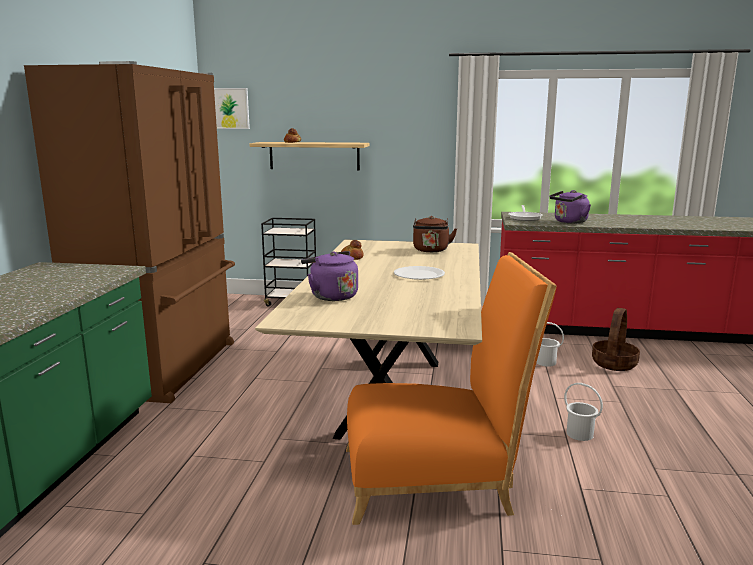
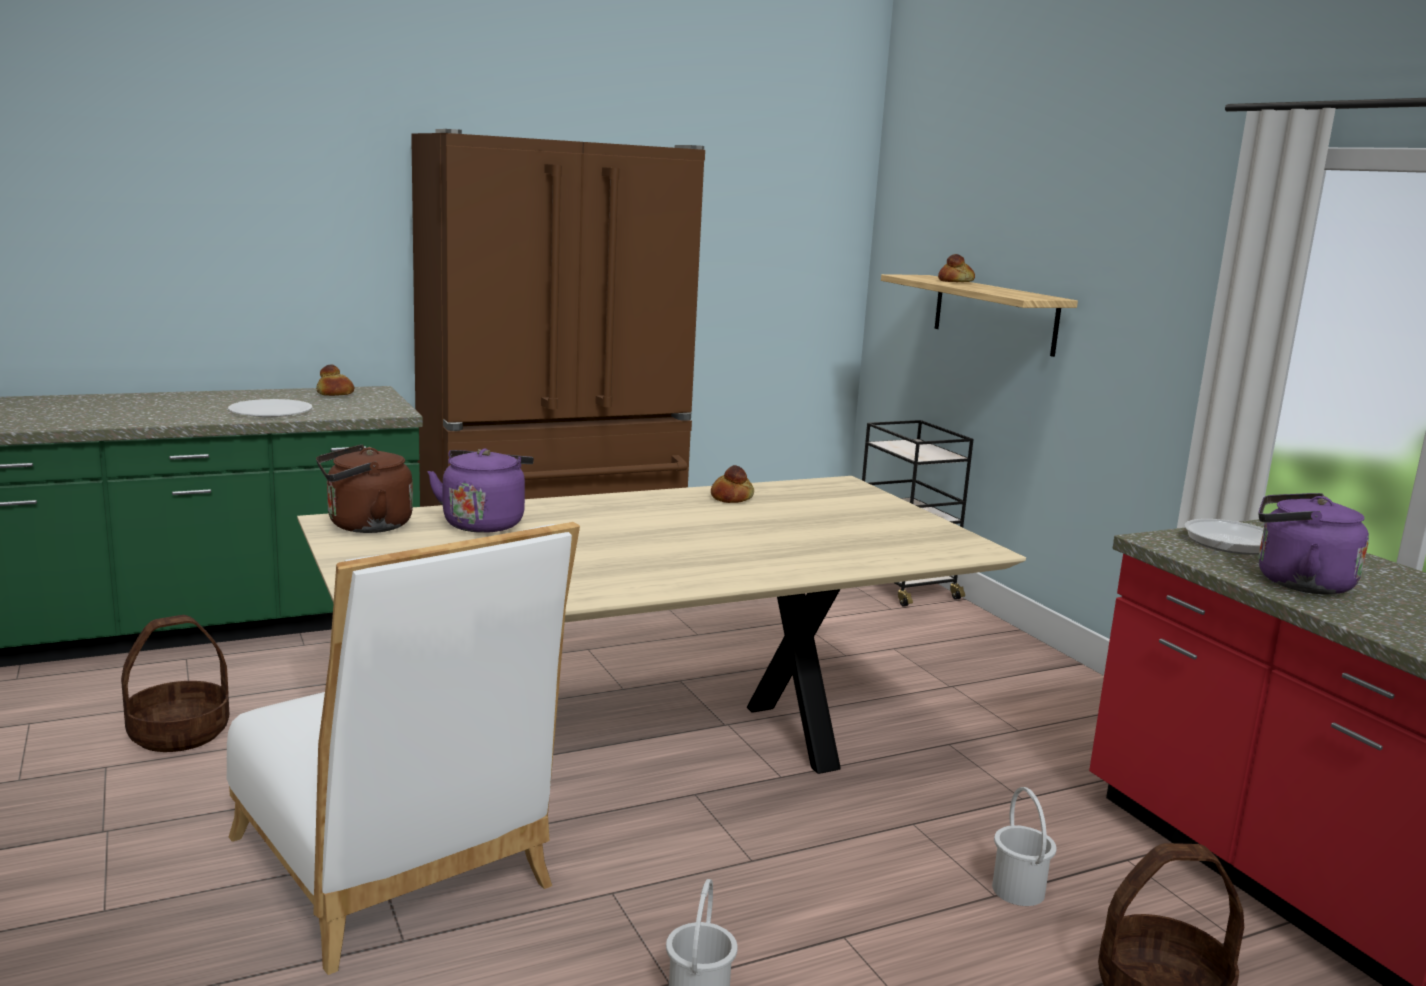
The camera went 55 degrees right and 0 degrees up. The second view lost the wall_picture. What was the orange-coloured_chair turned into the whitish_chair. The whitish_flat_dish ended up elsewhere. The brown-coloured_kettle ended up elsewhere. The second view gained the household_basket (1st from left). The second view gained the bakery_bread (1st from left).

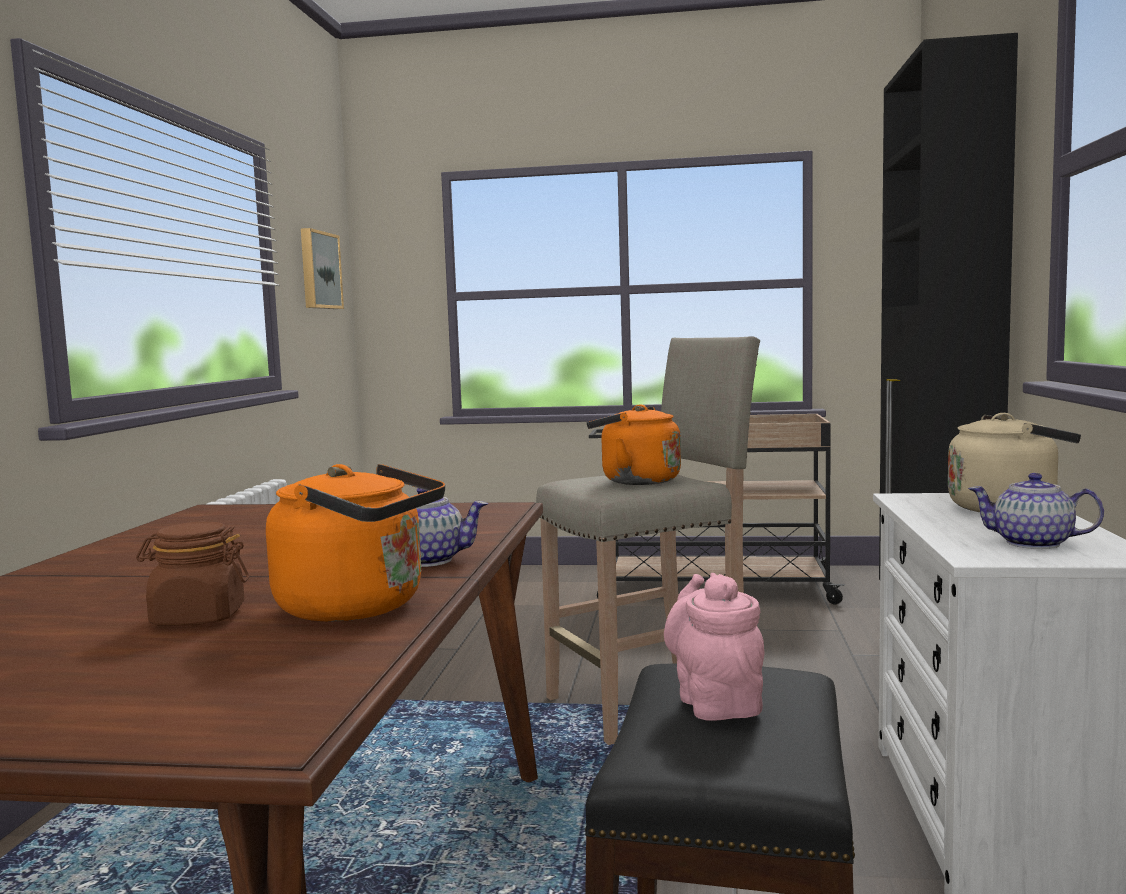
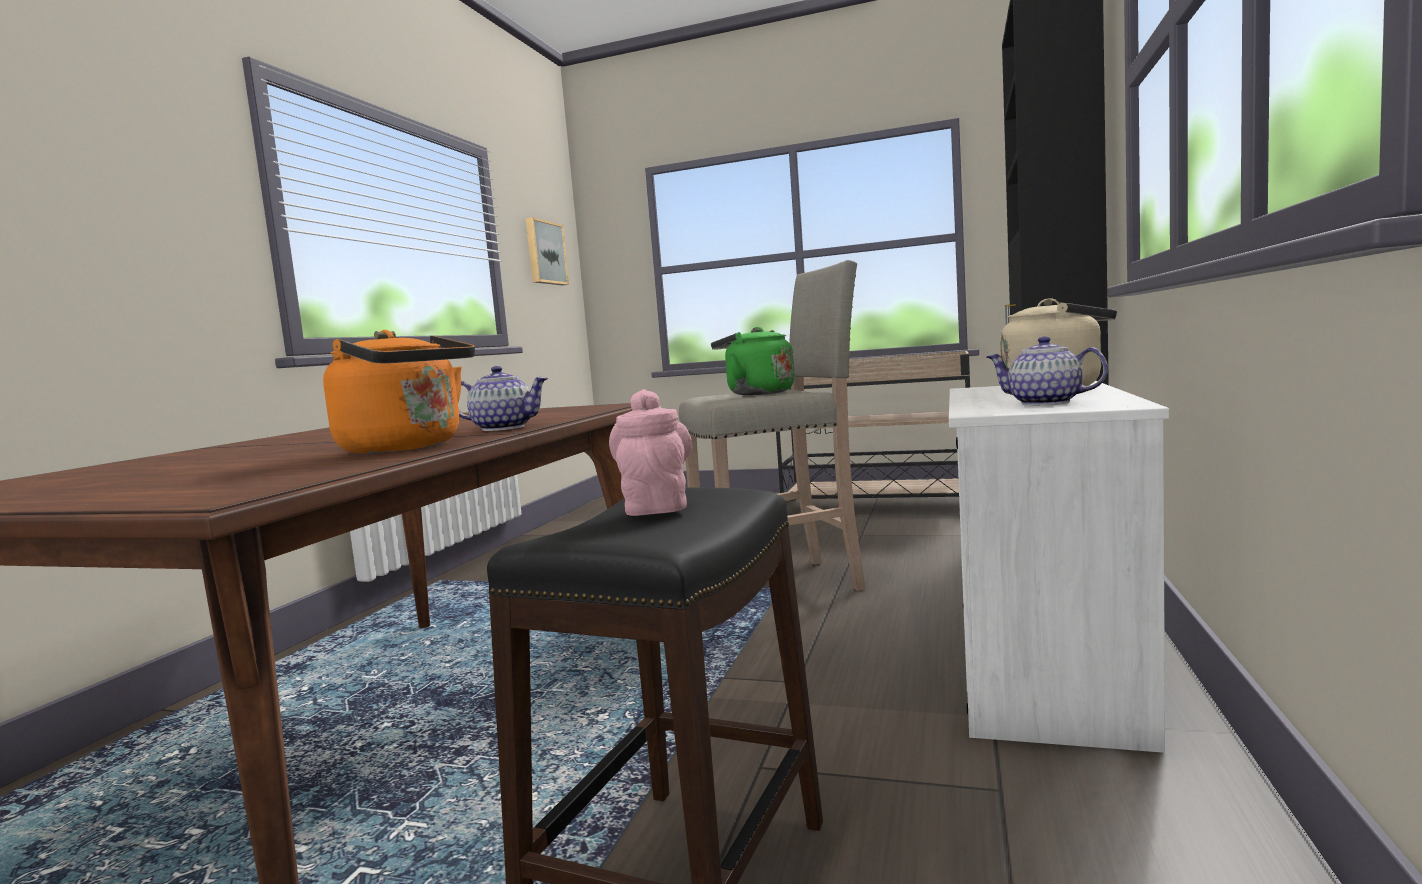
The camera went 10 degrees right and 0 degrees up. The second view lost the brown-coloured_preserve_jar. What was the orange-coloured_kettle (2nd from left) turned into the green_kettle.

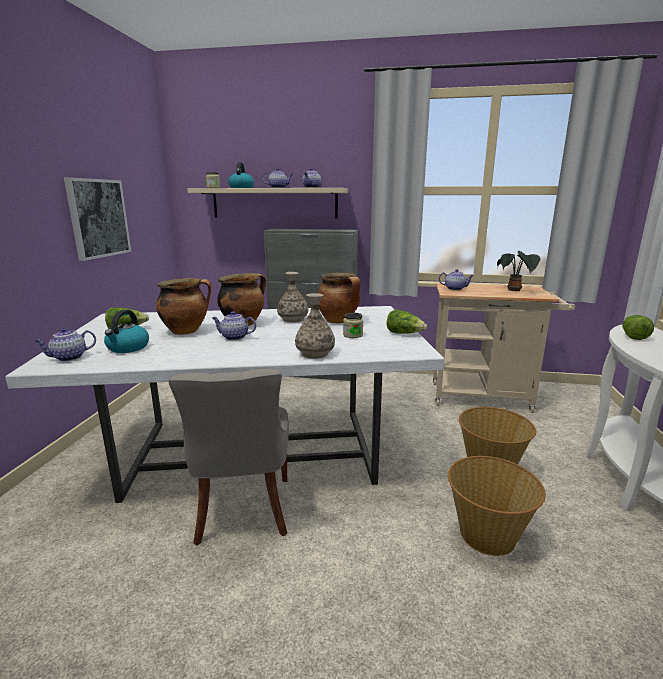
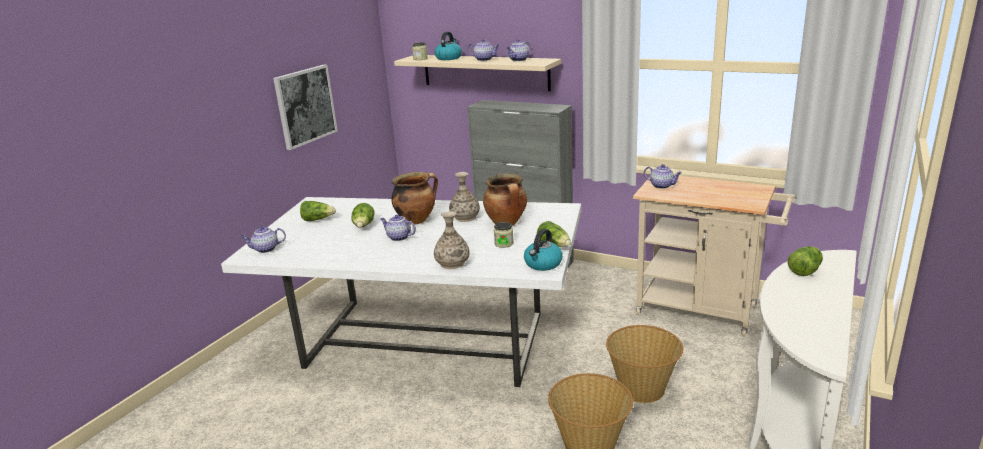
The camera went 20 degrees right and 5 degrees up. The kettle (1st from left in the first image) ended up elsewhere. Where the saucepot (1st from left) stood, the head_of_lettuce (2nd from left) came to stand. The second view lost the greyish_chair. The second view lost the potted_plant.

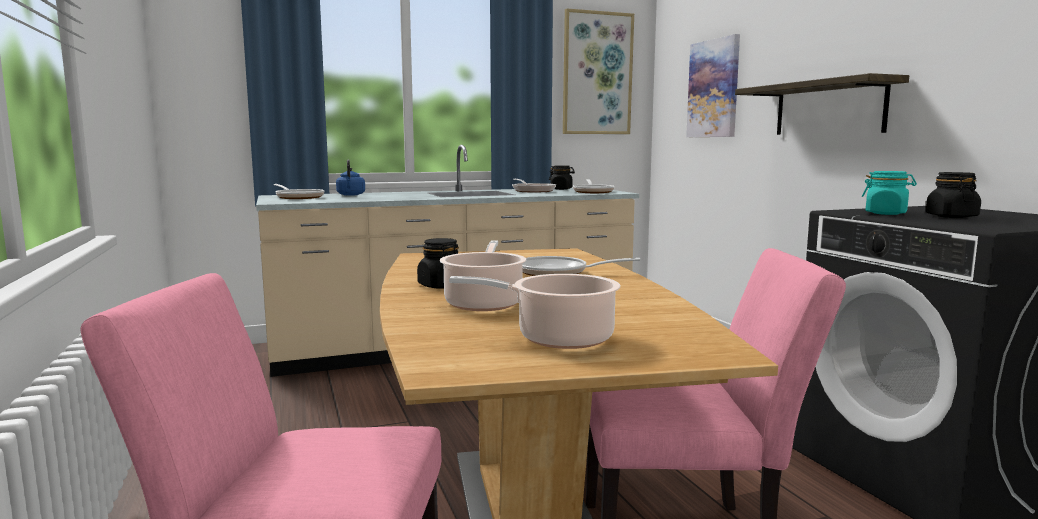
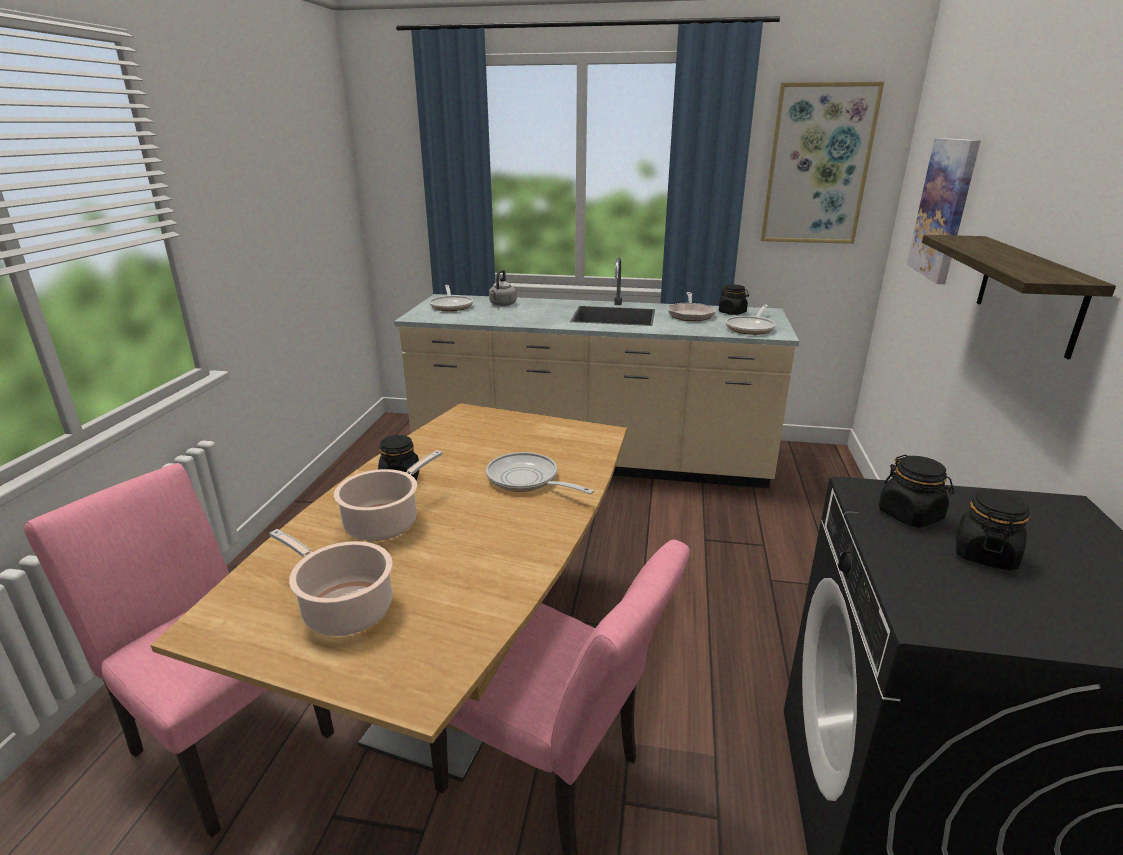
The camera went 30 degrees right and 15 degrees up. What was the blue-coloured_kettle turned into the greyish_kettle. What was the turquoise-coloured_preserve_jar turned into the black-coloured_preserve_jar (3rd from left).

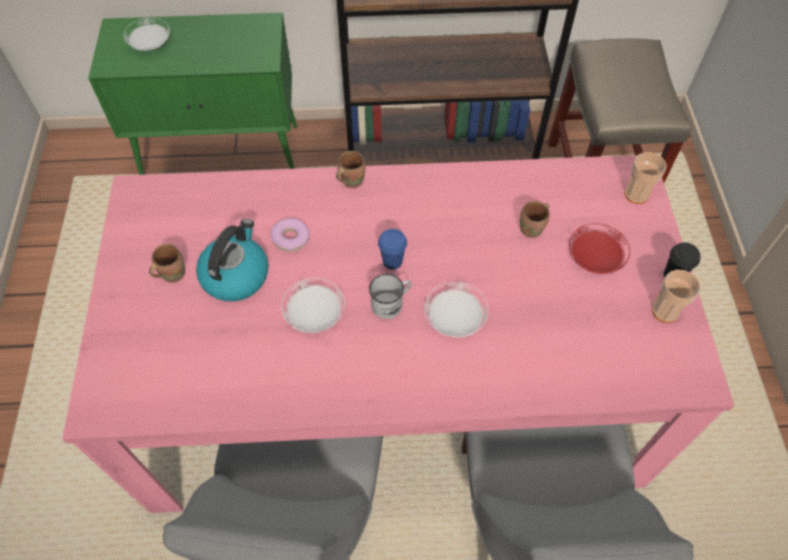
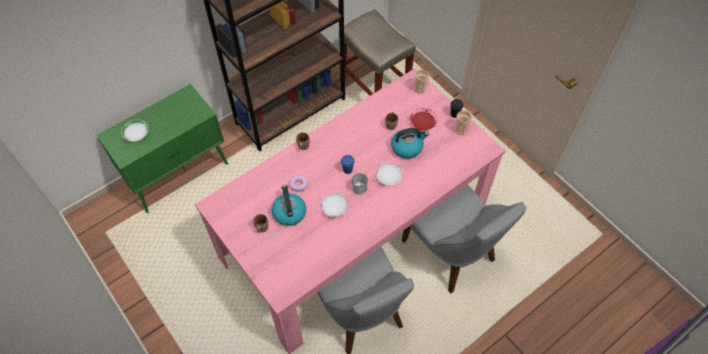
The camera went 35 degrees left and 0 degrees up. The second view gained the kettle (2nd from left).

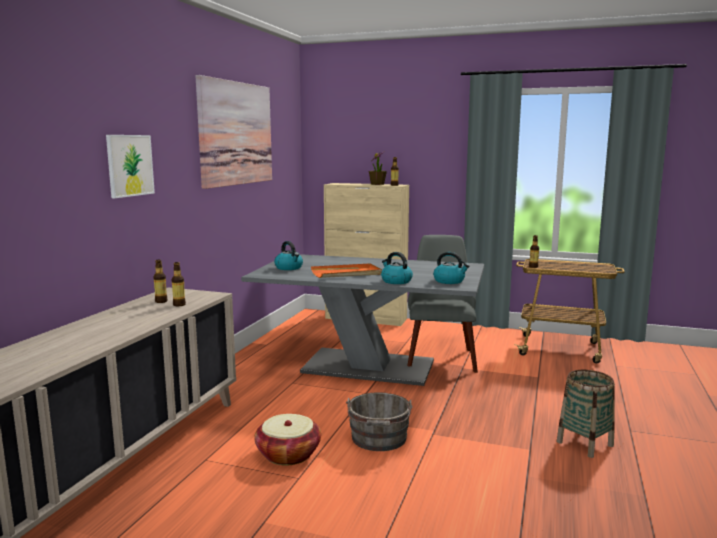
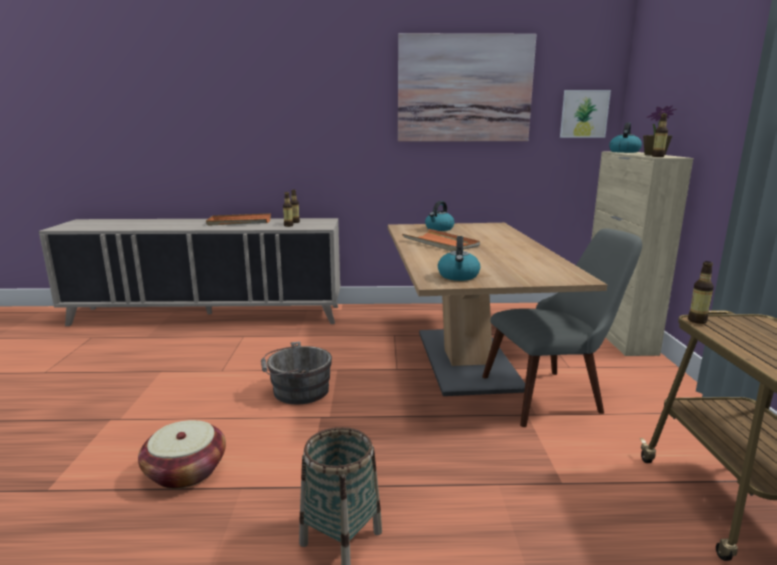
The camera went 70 degrees right and 5 degrees up. The wall_picture (1st from left in the first image) ended up elsewhere. What was the greyish_dinner_table turned into the brown-coloured_dinner_table. The household_basket (1st from left) ended up elsewhere. The kettle (2nd from left in the first image) ended up elsewhere. The second view gained the orange-coloured_tray (1st from left).

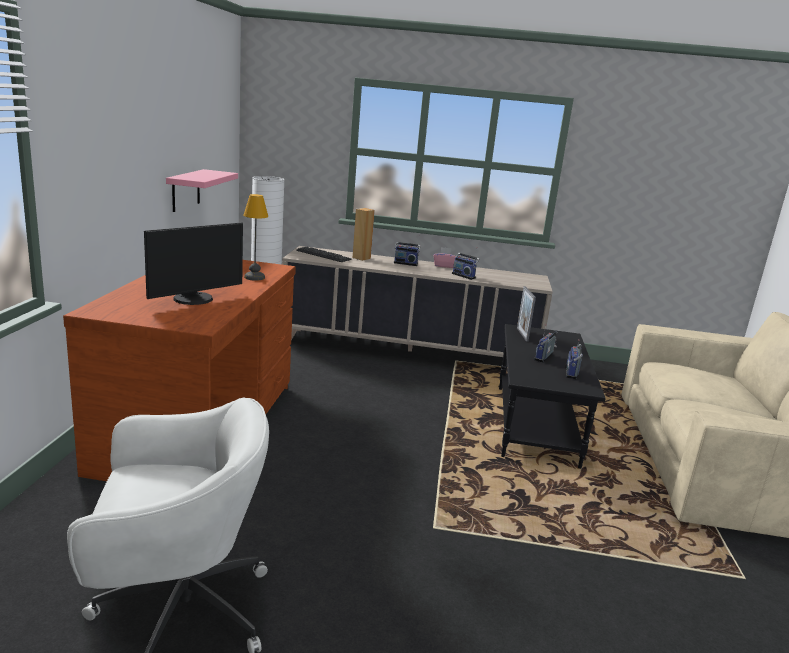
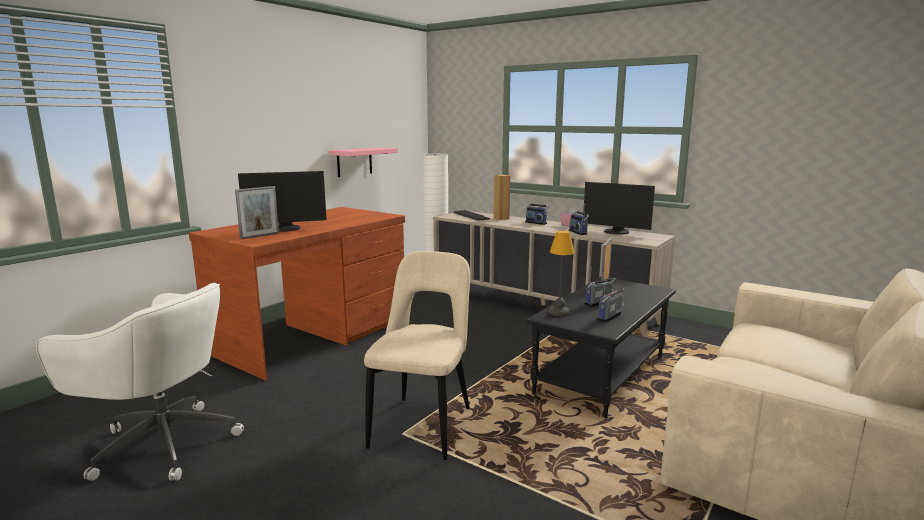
The camera went 30 degrees right and 5 degrees down. The tabletop_lamp ended up elsewhere. The second view gained the photo_frame (1st from left). The second view gained the beige_chair. The second view gained the monitor (2nd from left).

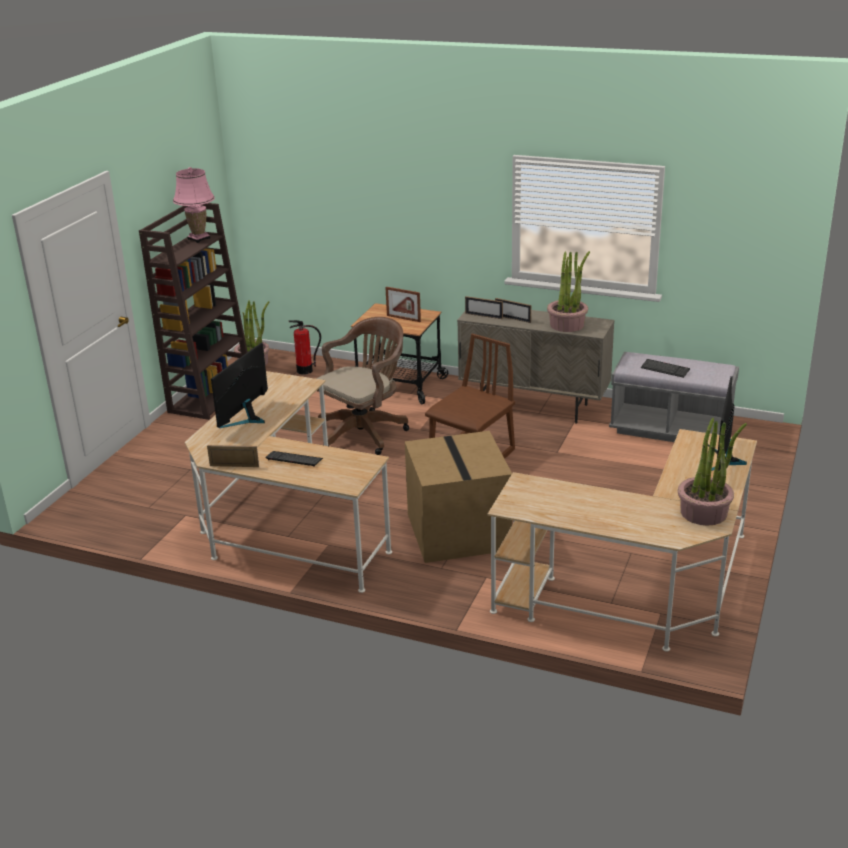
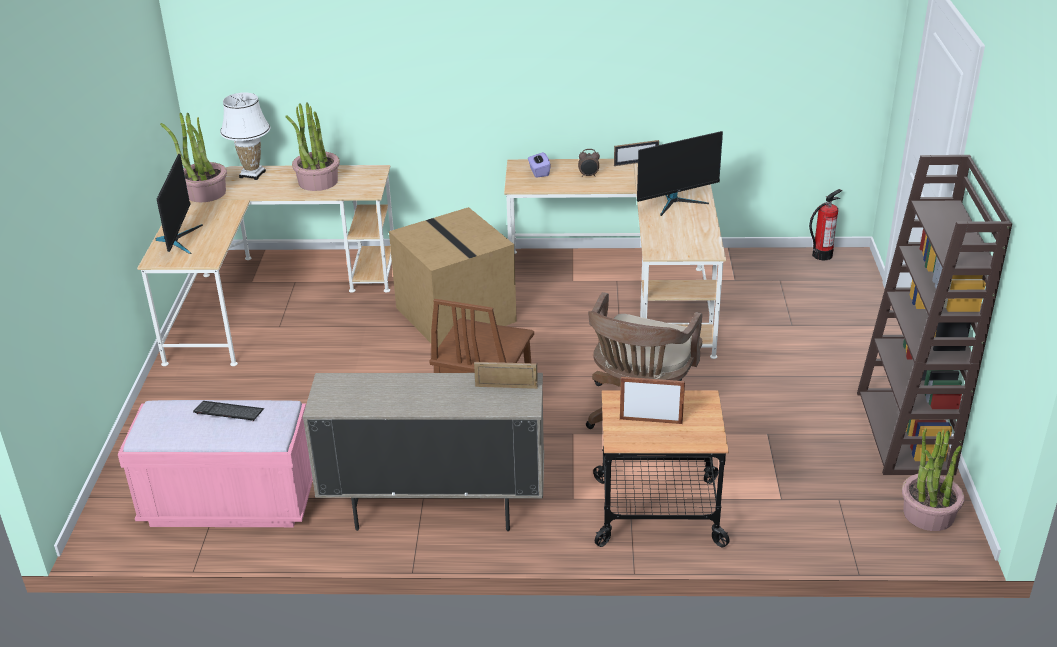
The camera went 160 degrees right and 5 degrees up. The second view lost the pink_tabletop_lamp. The monitor (1st from left in the first image) ended up facing another way, 60 degrees clockwise from before. Where the computer_keyboard (1st from left) stood, the table_clock came to stand. The extinguisher ended up elsewhere. The second view lost the photo_frame (4th from left). The potted_plant (2nd from left) ended up elsewhere. What was the greyish_bench turned into the pink_bench. The second view gained the whitish_tabletop_lamp. The second view gained the purple-coloured_tissue_holder.

